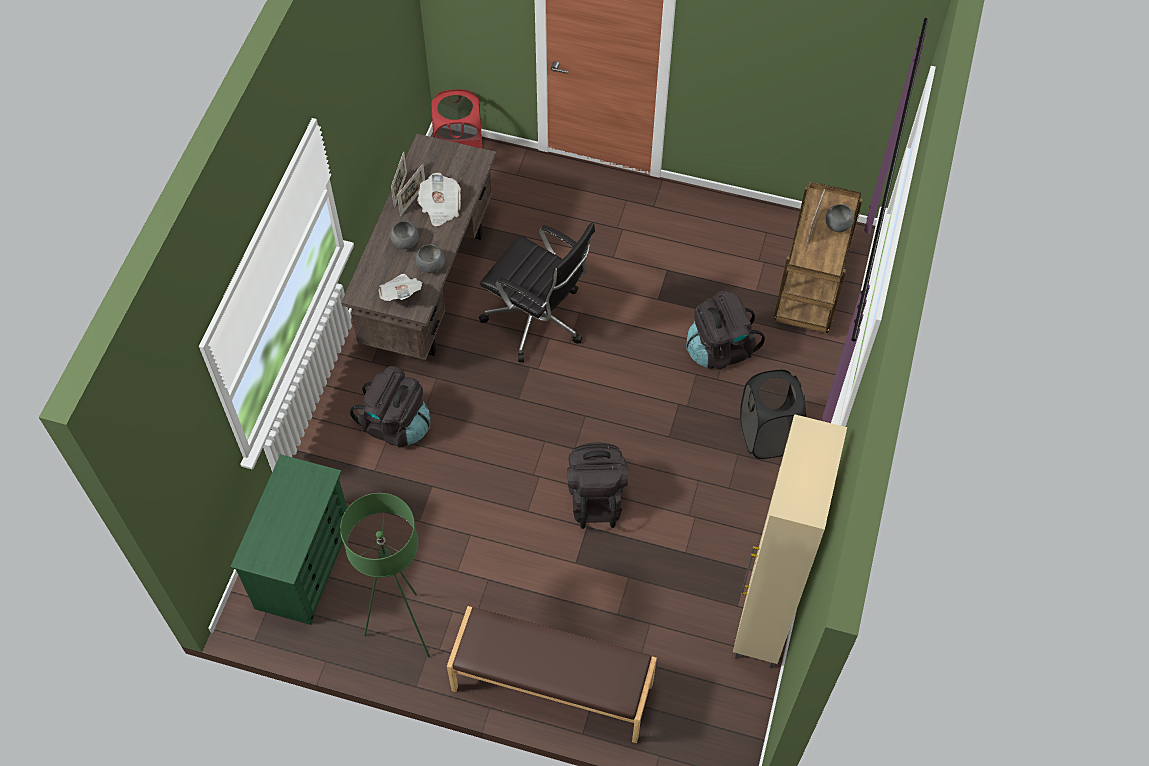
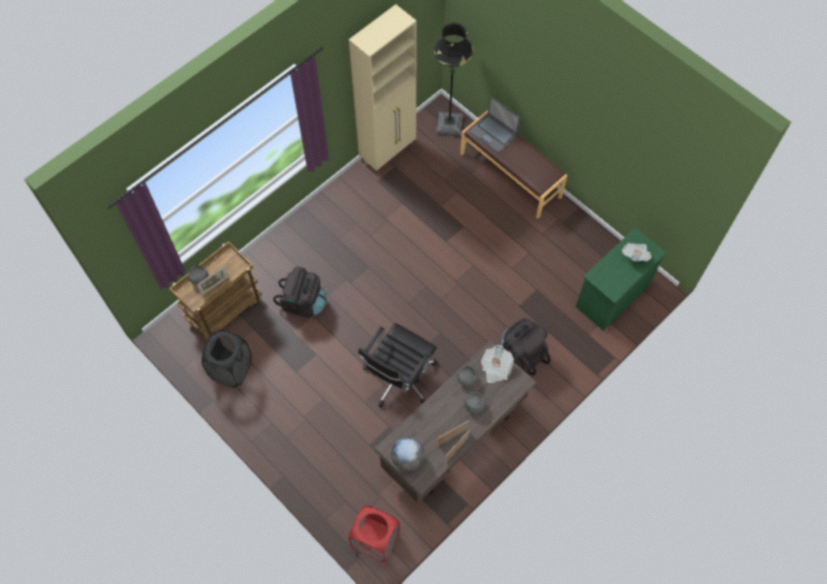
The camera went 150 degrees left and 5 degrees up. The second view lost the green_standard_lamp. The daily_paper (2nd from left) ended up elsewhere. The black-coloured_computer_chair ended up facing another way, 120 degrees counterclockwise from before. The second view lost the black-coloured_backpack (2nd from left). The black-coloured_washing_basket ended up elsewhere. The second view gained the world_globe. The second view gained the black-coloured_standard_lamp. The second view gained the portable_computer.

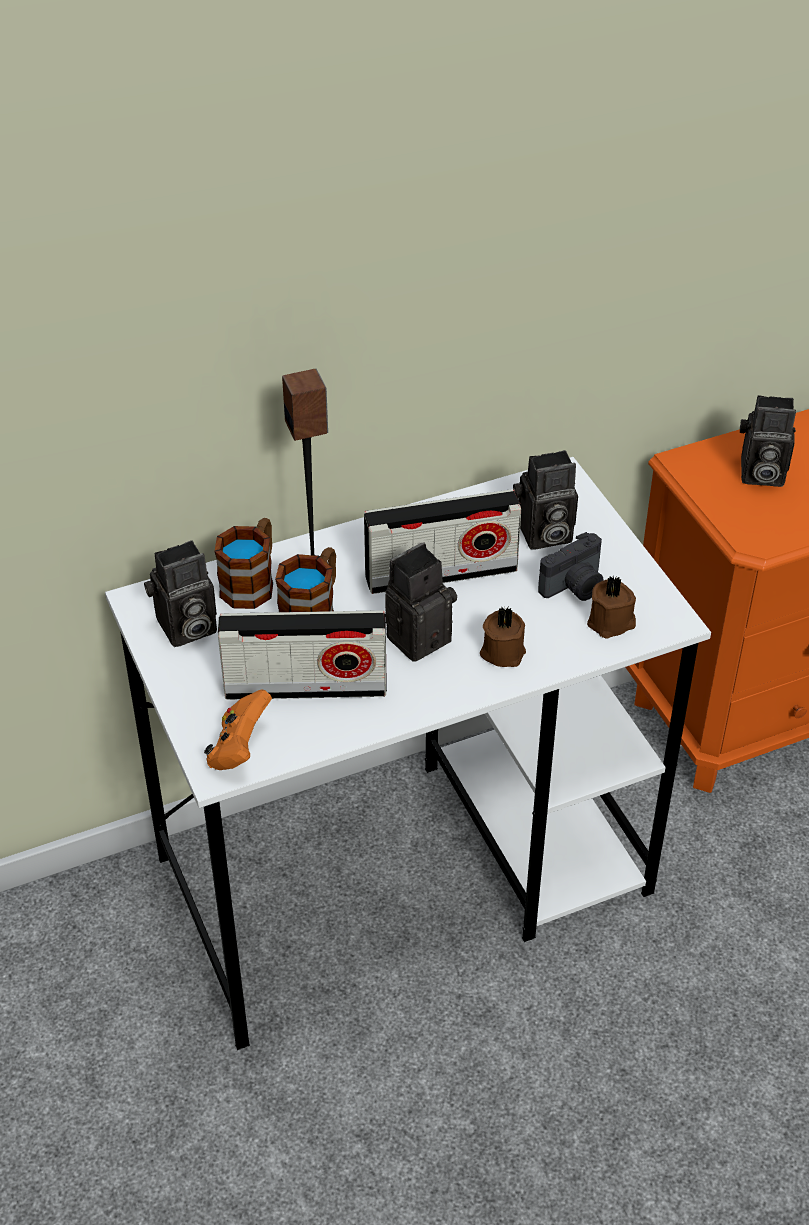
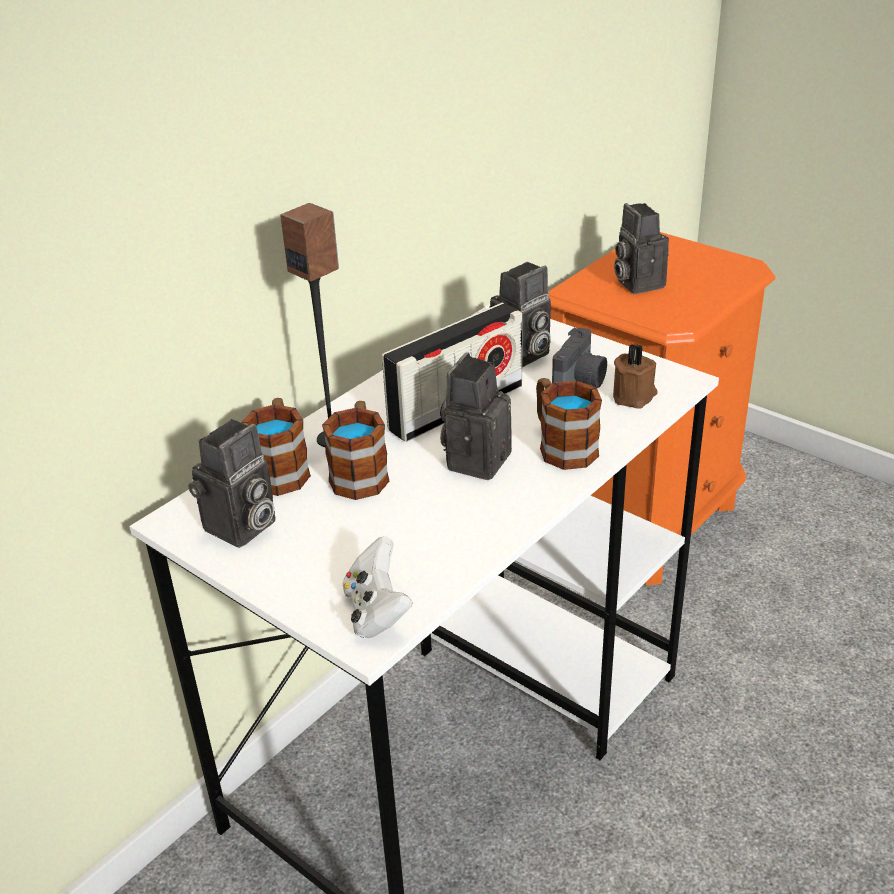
The camera went 25 degrees left and 10 degrees down. What was the orange-coloured_game_controller turned into the whitish_game_controller. The second view lost the radio_receiver (1st from left). Where the brown-coloured_candle (1st from left) stood, the tea_mug (3rd from left) came to stand. The photo_camera (5th from left) ended up facing another way, 90 degrees clockwise from before.

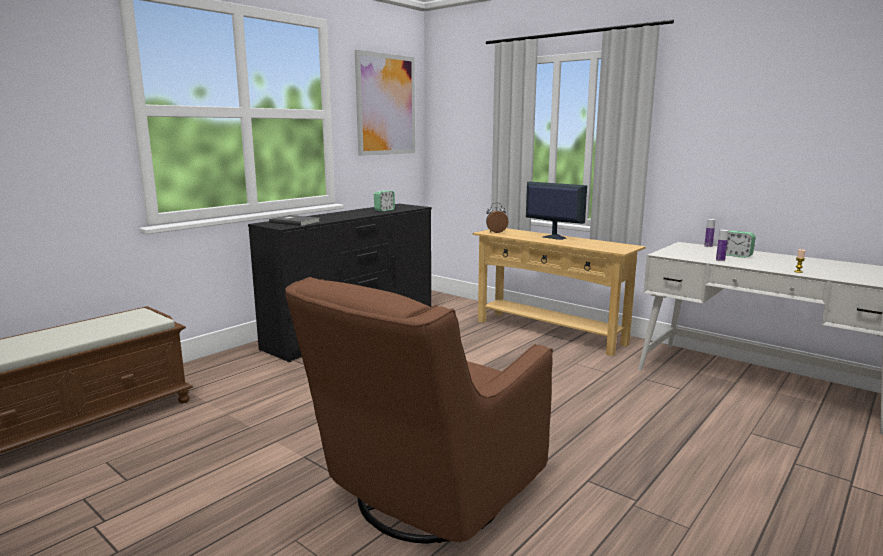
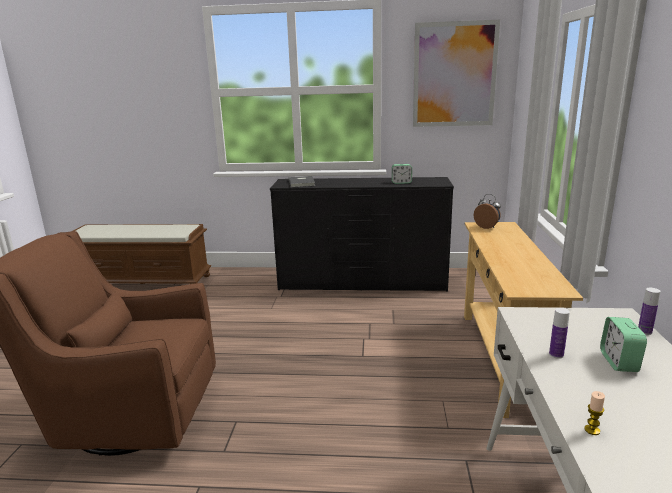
The camera went 55 degrees right and 5 degrees up. The second view lost the monitor.

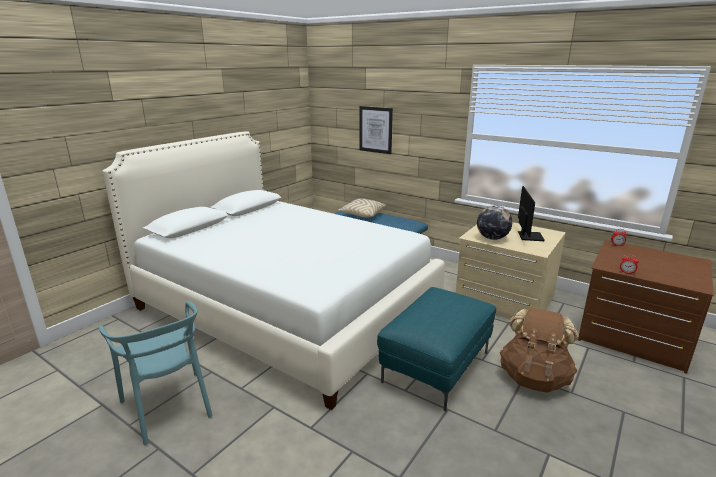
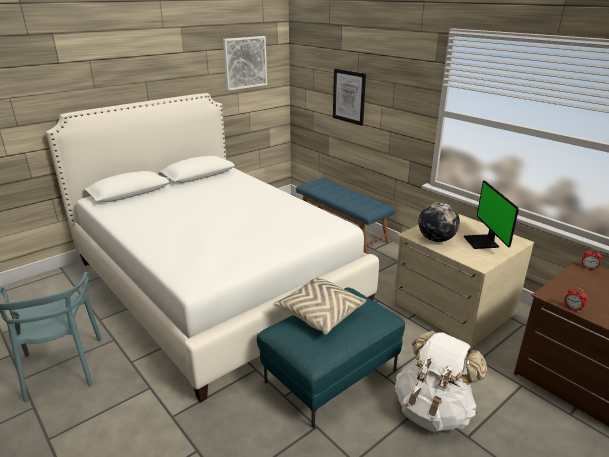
The camera went 15 degrees right and 5 degrees up. The beige_cushion ended up elsewhere. What was the brown-coloured_backpack turned into the whitish_backpack. The monitor ended up facing another way, 150 degrees clockwise from before. The second view gained the wall_picture (1st from left).

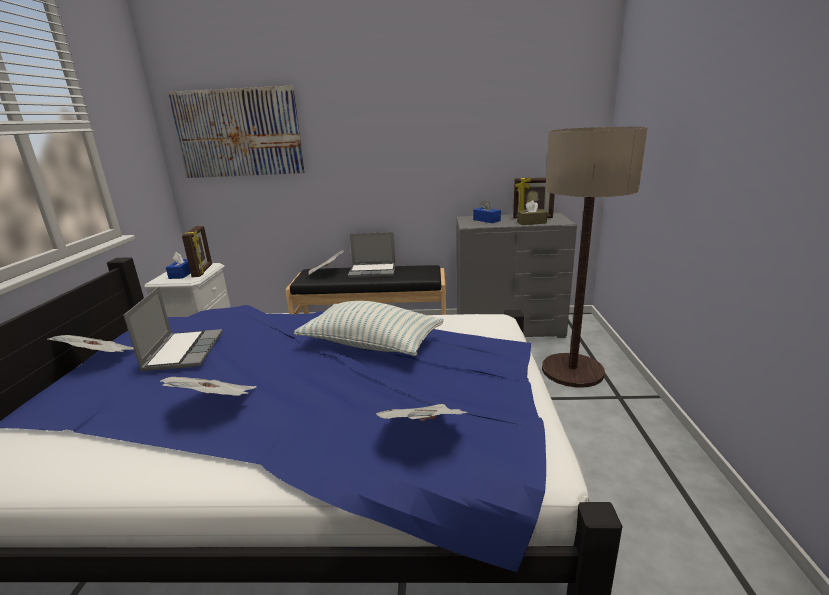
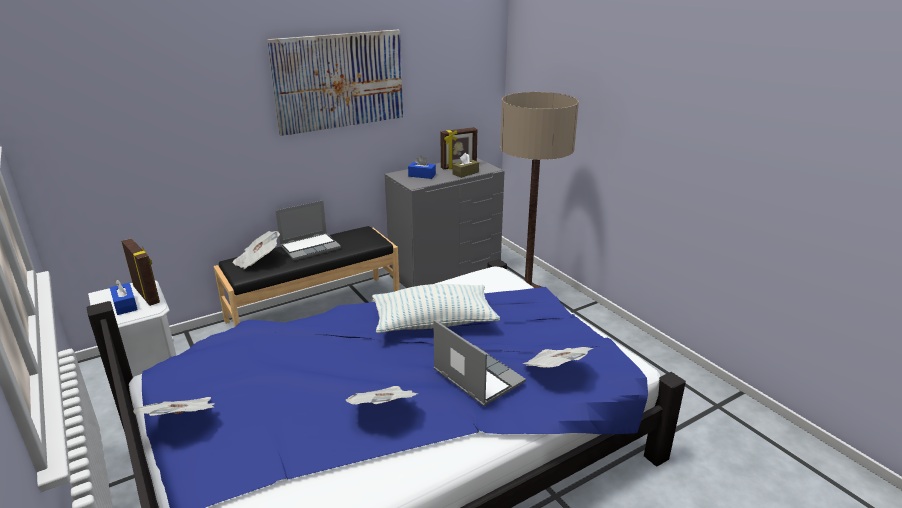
The camera went 35 degrees left and 5 degrees up. The portable_computer (1st from left in the first image) ended up elsewhere. The wall_picture ended up elsewhere.

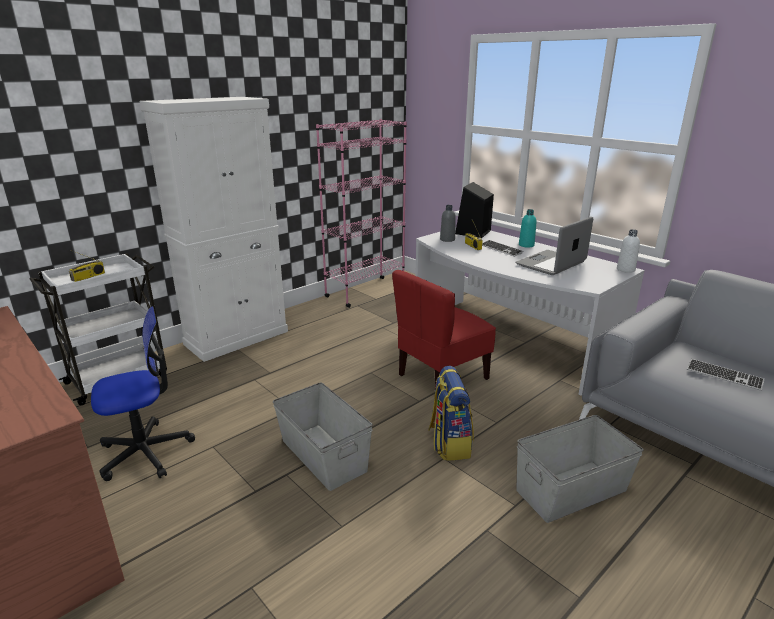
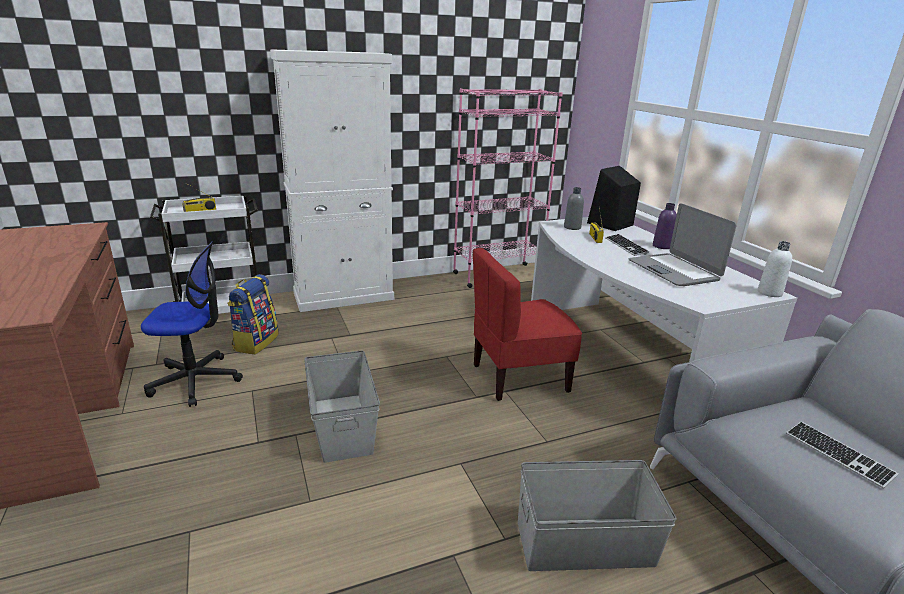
The camera went 20 degrees right and 0 degrees up. The backpack ended up elsewhere. The portable_computer ended up facing another way, 90 degrees counterclockwise from before. What was the turquoise-coloured_bottle turned into the purple-coloured_bottle.

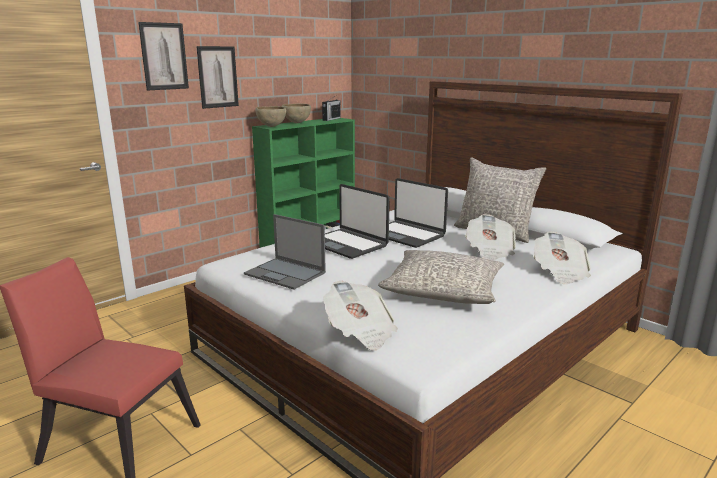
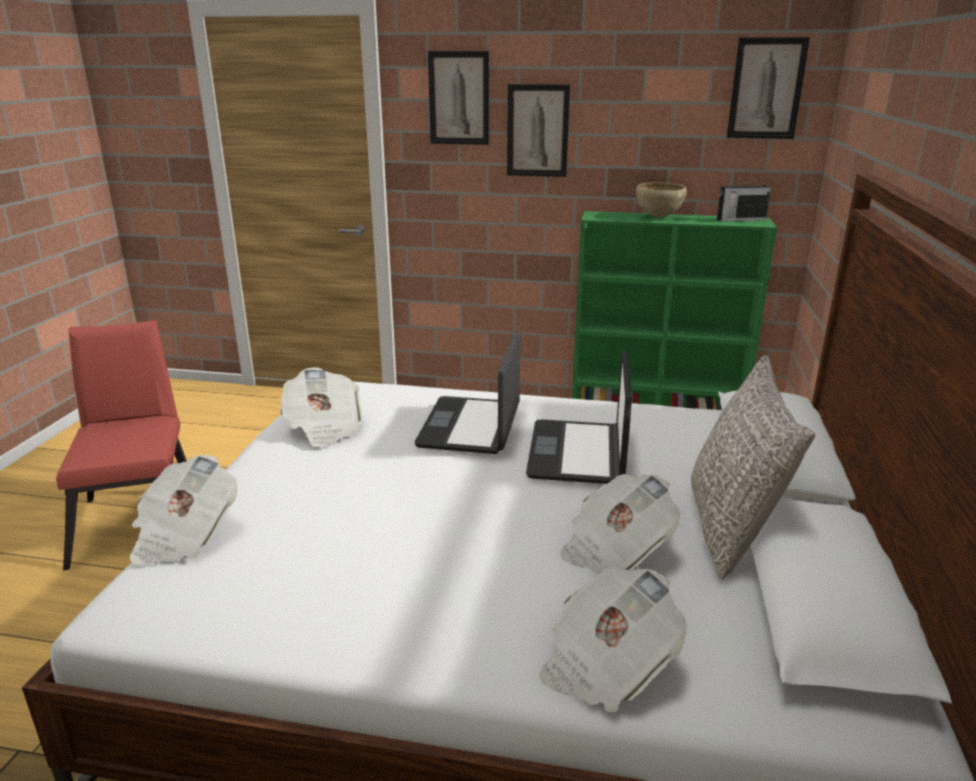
The camera went 55 degrees right and 5 degrees up. Where the portable_computer (1st from left) stood, the daily_paper (2nd from left) came to stand. The second view lost the brown-coloured_bowl (1st from left). The second view lost the greyish_cushion (1st from left). The second view gained the wall_picture (3rd from left).

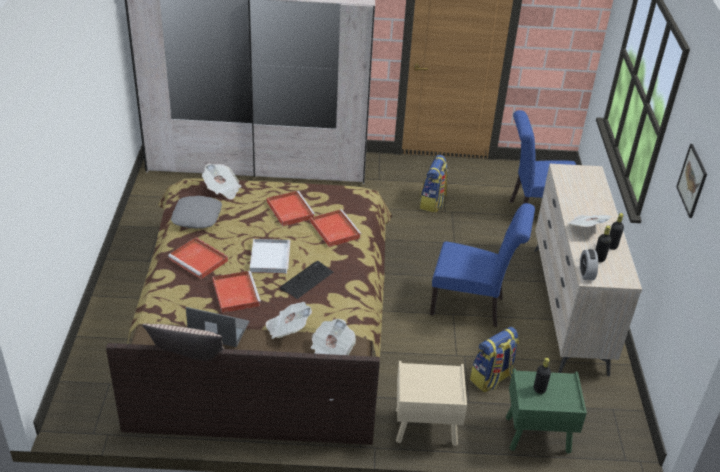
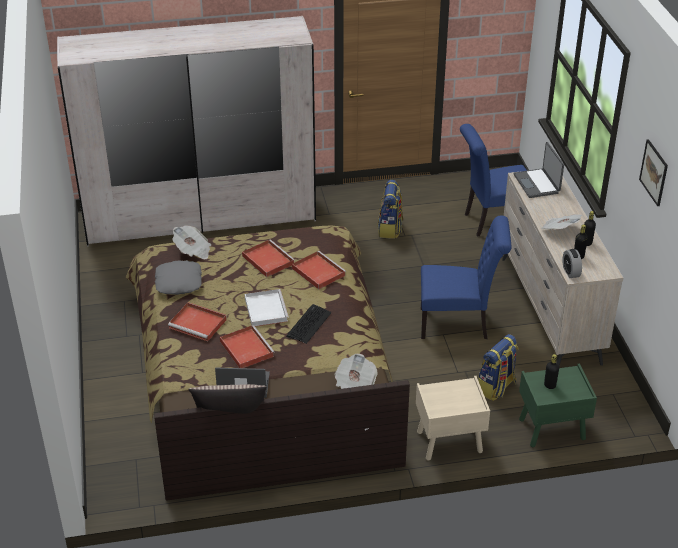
The camera went 10 degrees left and 0 degrees up. The second view lost the daily_paper (2nd from left). The second view gained the portable_computer (2nd from left).

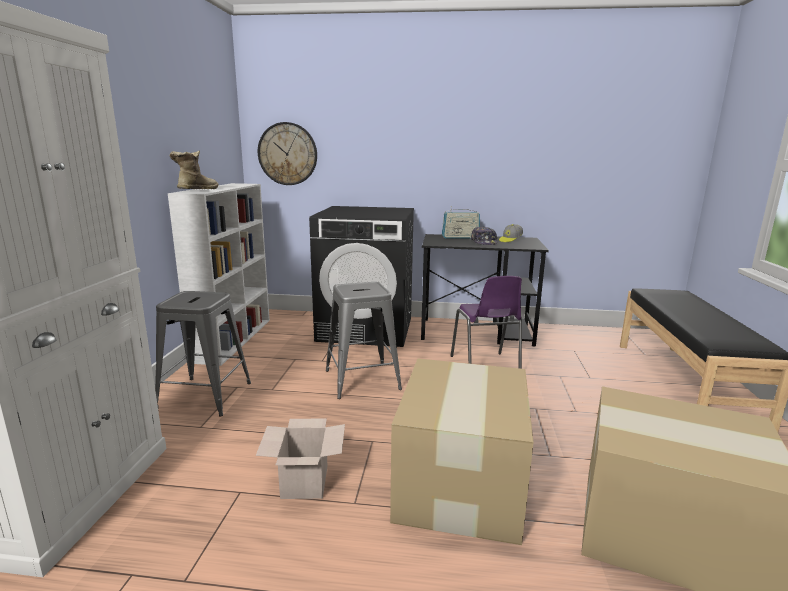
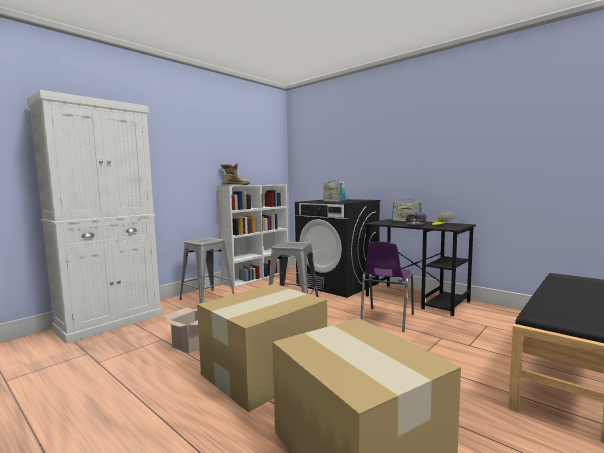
The camera went 35 degrees right and 10 degrees down. The second view lost the hanging_clock. The second view gained the radio_receiver (1st from left).

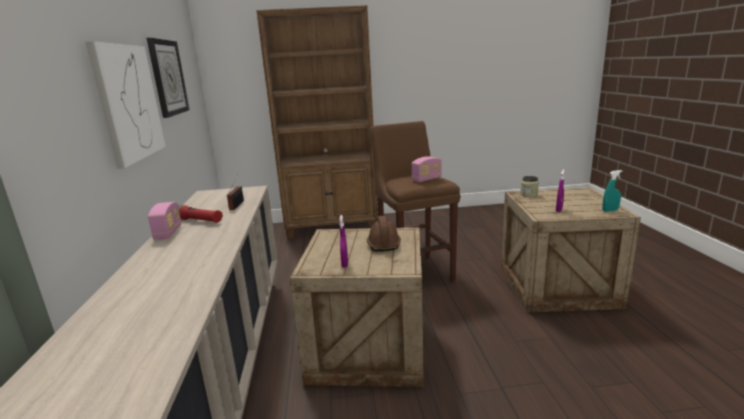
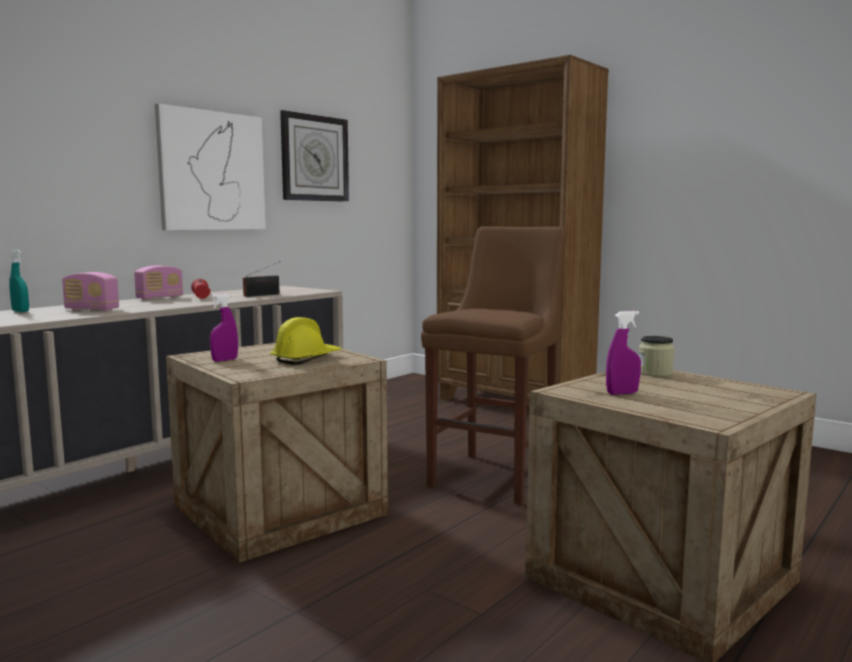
The camera went 45 degrees right and 10 degrees down. What was the brown-coloured_hard_hat turned into the yellow-coloured_hard_hat. The radio_receiver (3rd from left in the first image) ended up elsewhere. The turquoise-coloured_sprayer ended up elsewhere.

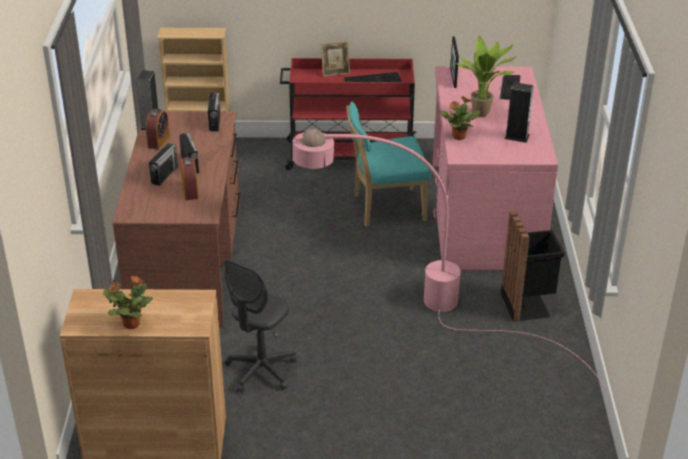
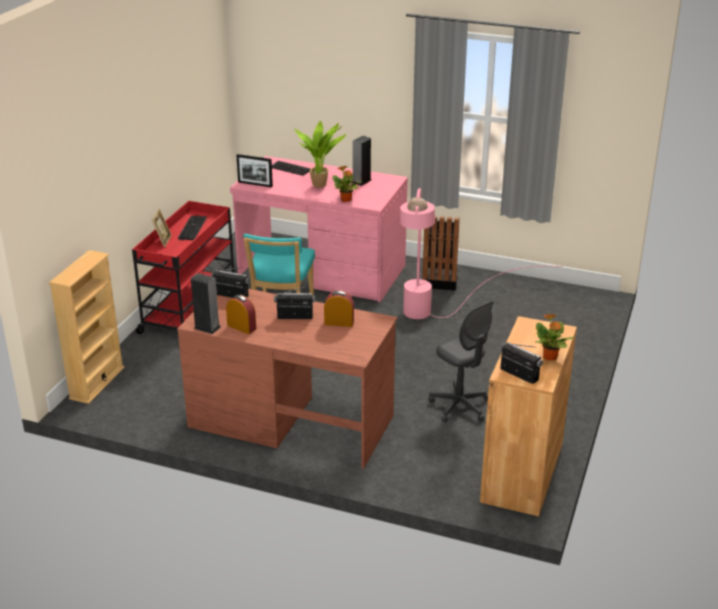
The camera went 70 degrees left and 5 degrees down. The radio_receiver (1st from left in the first image) ended up elsewhere.

